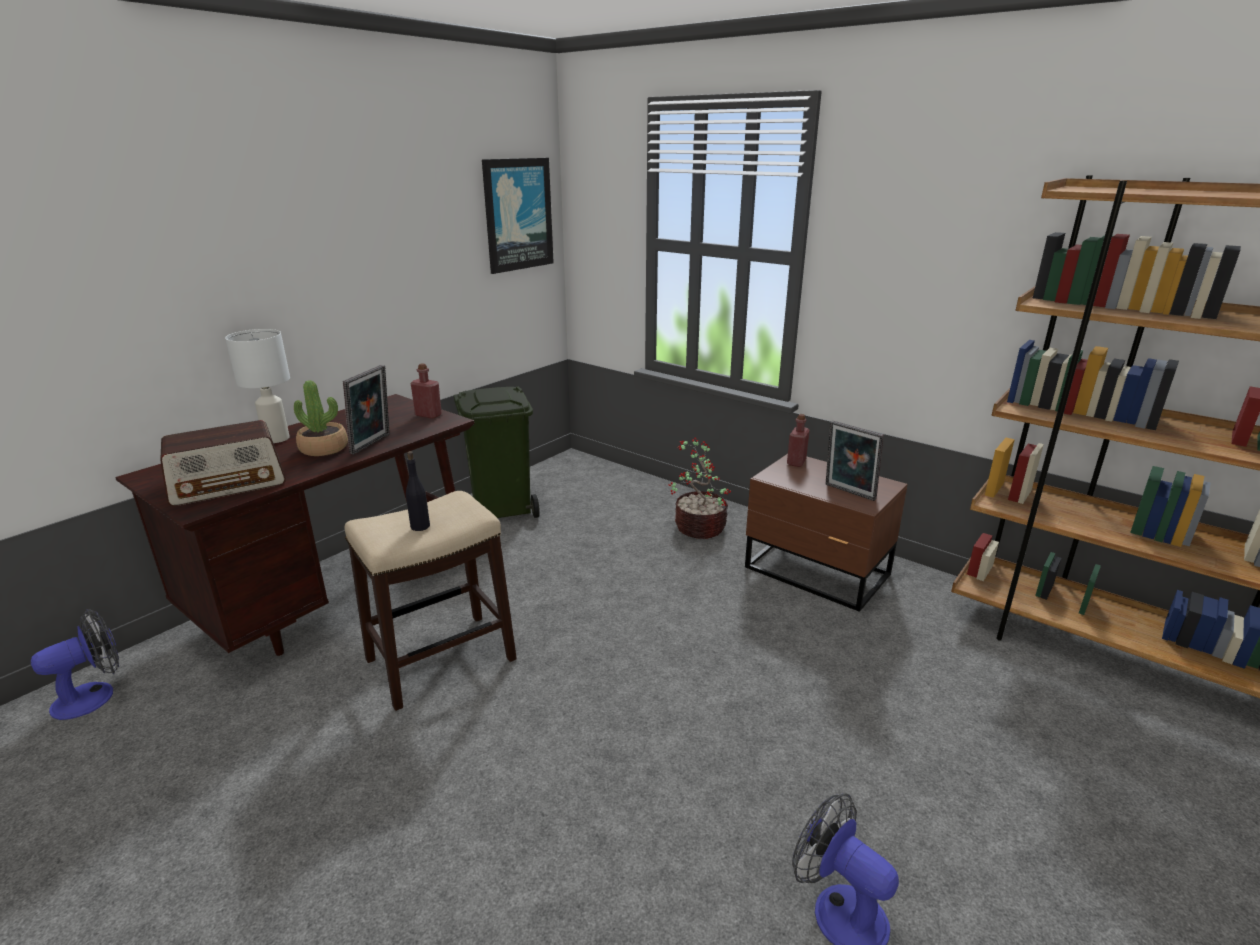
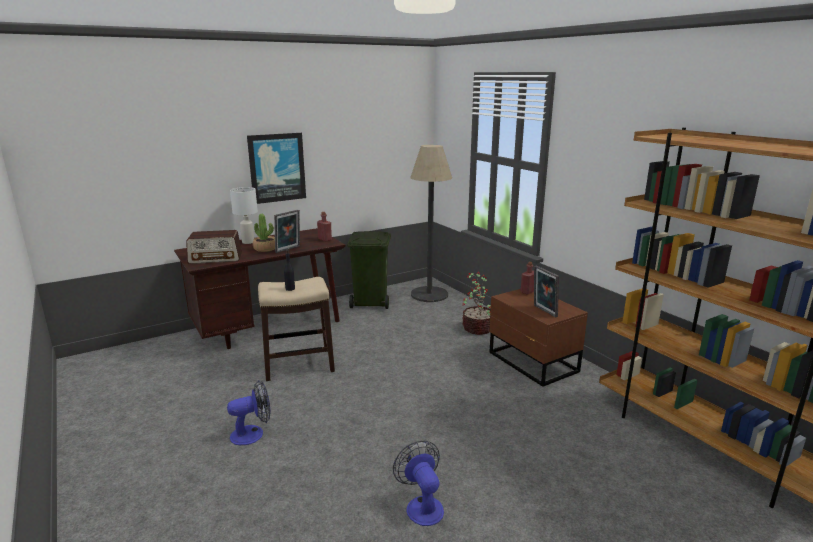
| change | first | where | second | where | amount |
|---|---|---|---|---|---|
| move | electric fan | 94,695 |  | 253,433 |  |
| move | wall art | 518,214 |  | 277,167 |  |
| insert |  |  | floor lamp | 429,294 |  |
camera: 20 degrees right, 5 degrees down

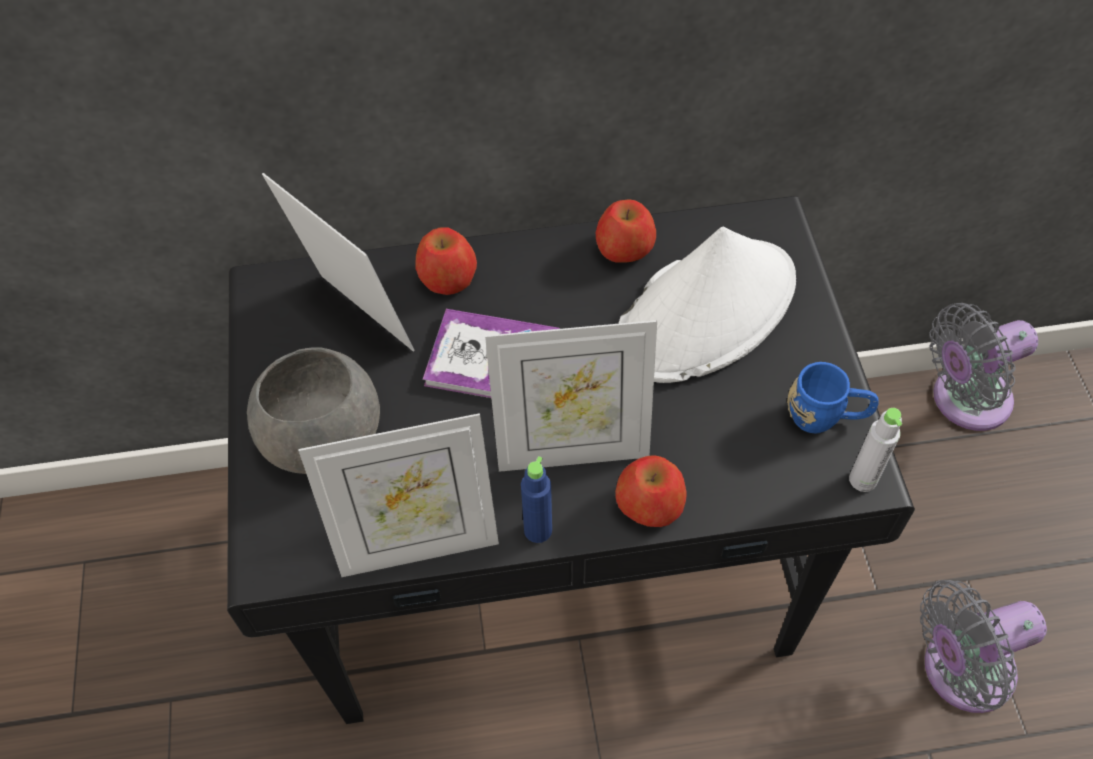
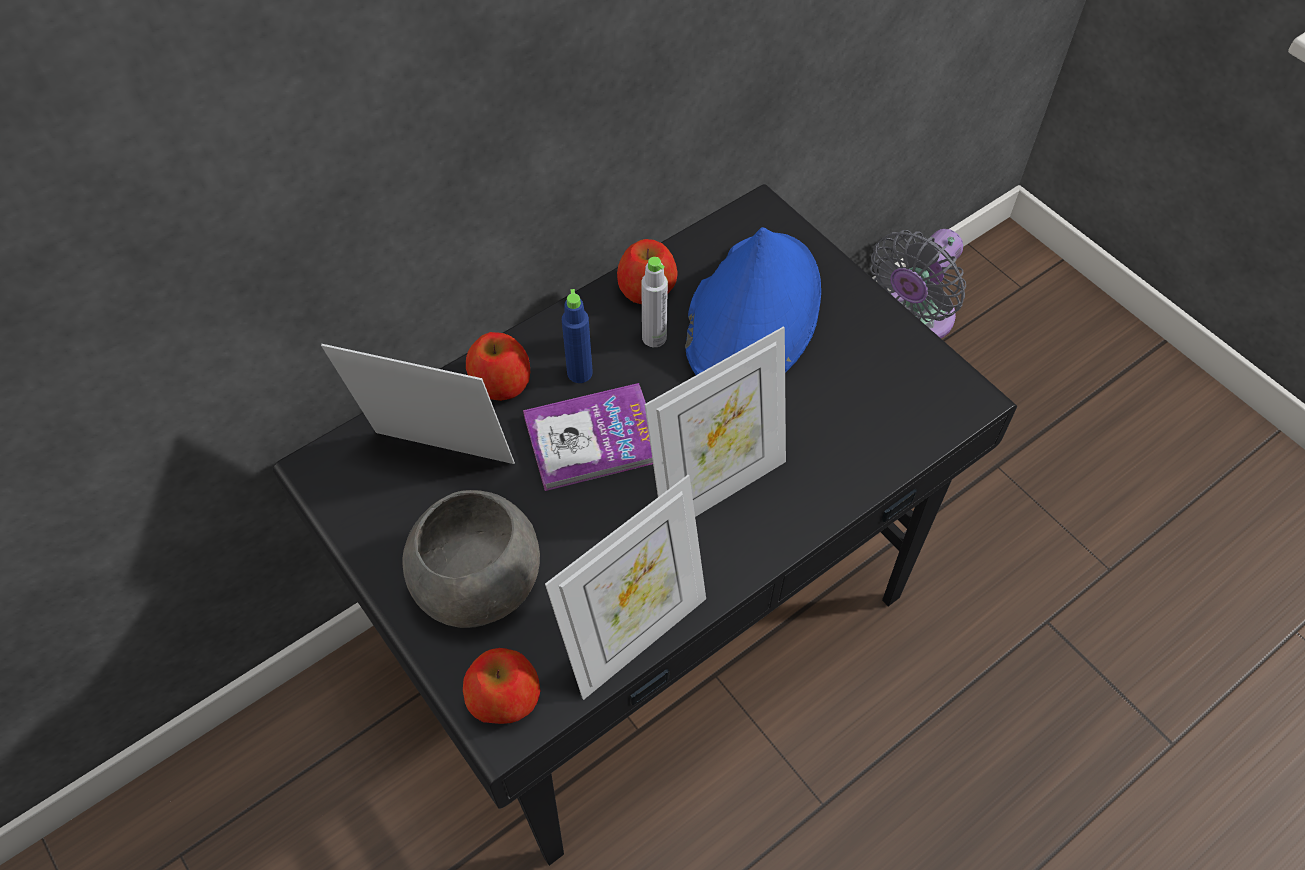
| change | first | where | second | where | amount |
|---|---|---|---|---|---|
| move | beverage bottle (bluish) | 538,530 |  | 579,373 |  |
| move | apple | 649,504 |  | 504,697 |  |
| recolor | clothing hat (whitish) | 707,311 | clothing hat (bluish) | 753,314 |  |
| delete | tea mug (bluish) | 826,417 |  |  |  |
| move | beverage bottle (grey) | 862,479 |  | 654,337 |  |
| delete | electric fan (grey) | 959,671 |  |  |  |
camera: 30 degrees left, 0 degrees up

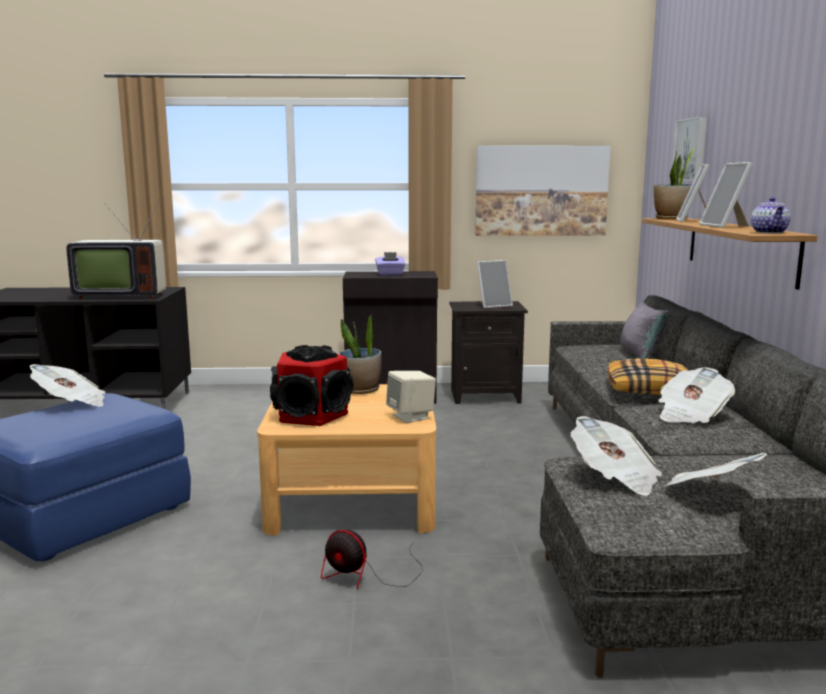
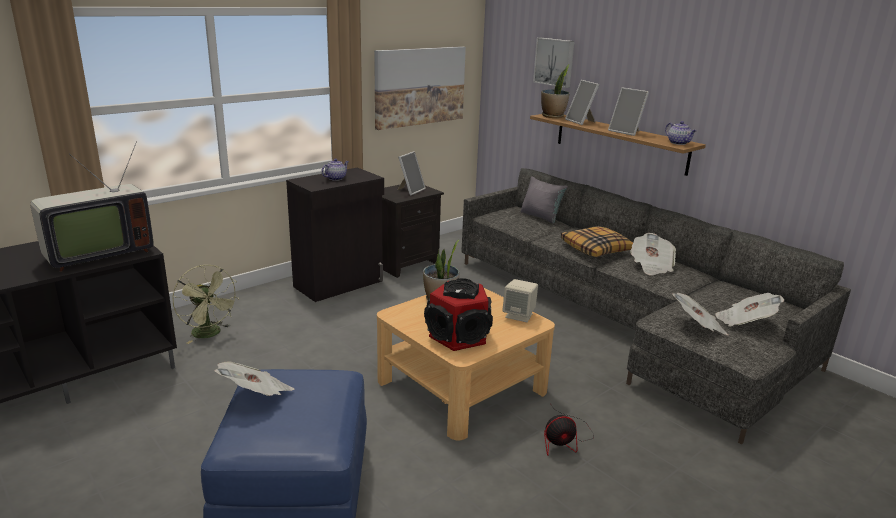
| change | first | where | second | where | amount |
|---|---|---|---|---|---|
| replace | tissue holder (purplish) | 390,274 | pot for tea | 336,178 |  |
| insert |  |  | electric fan (green-coloured) | 210,334 |  |
camera: 40 degrees left, 10 degrees up

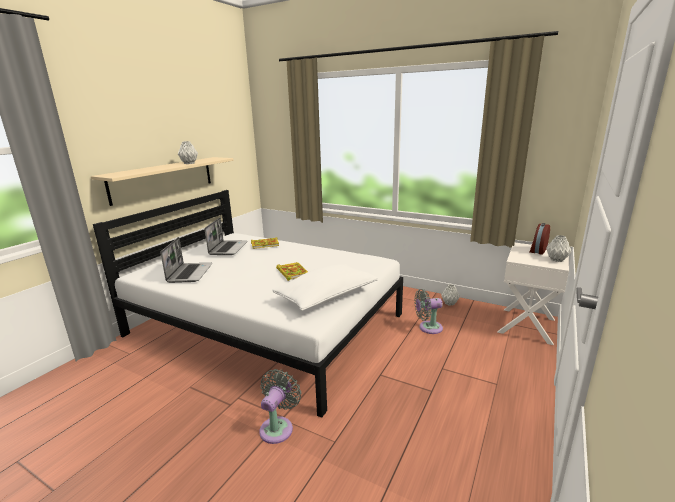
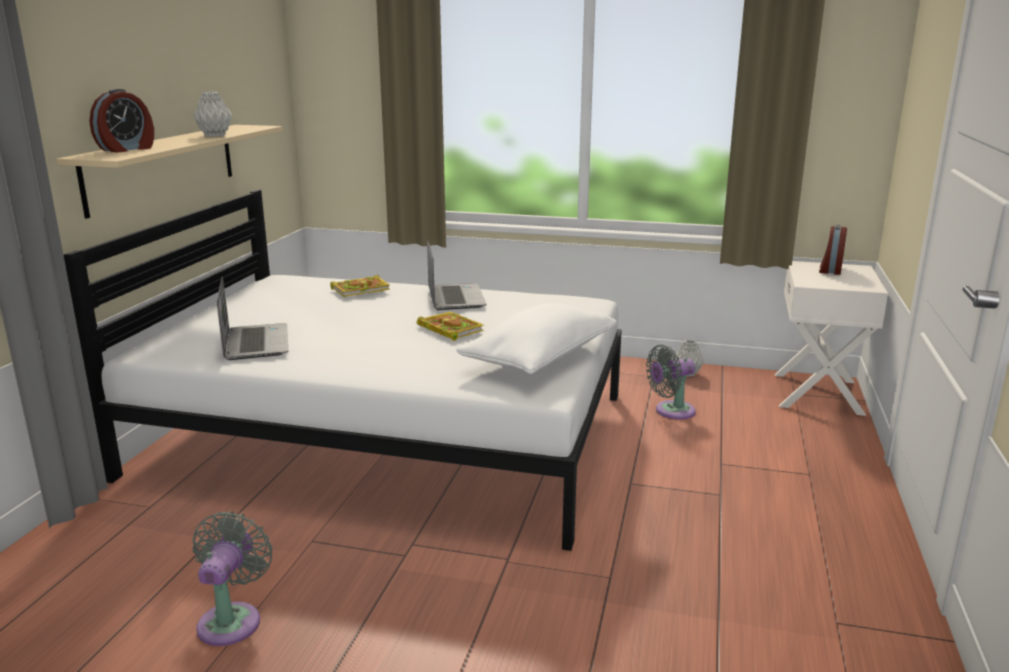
| change | first | where | second | where | amount |
|---|---|---|---|---|---|
| move | portable computer | 228,248 |  | 454,298 |  |
| move | electric fan (grey) | 278,427 |  | 232,619 |  |
| delete | vase (grey) | 557,260 |  |  |  |
| insert |  |  | table clock | 127,149 |  |
camera: 15 degrees left, 0 degrees up

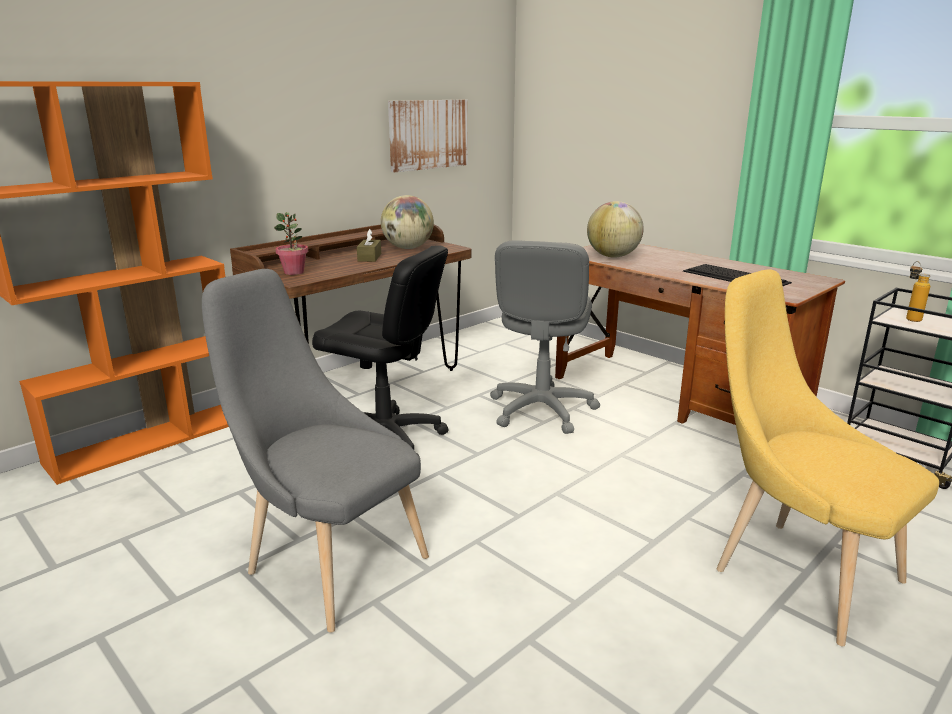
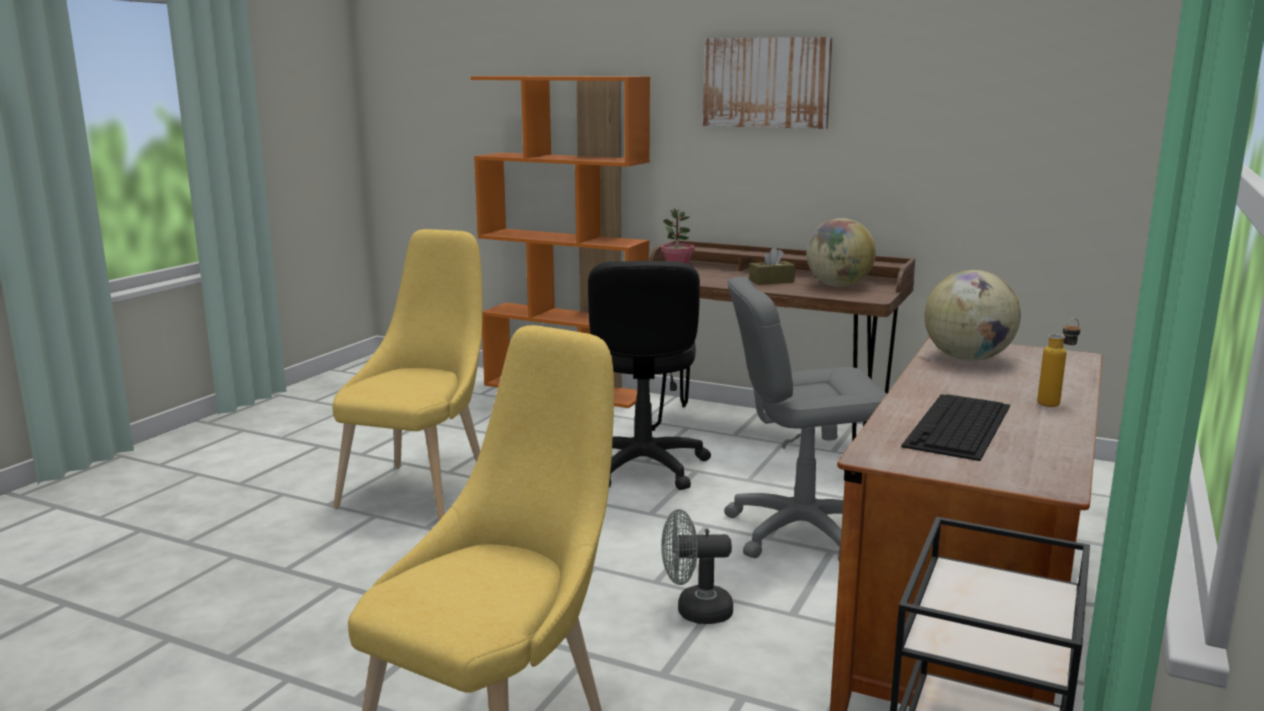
| change | first | where | second | where | amount |
|---|---|---|---|---|---|
| recolor | chair (grey) | 328,562 | chair (yellow-coloured) | 421,489 |  |
| move | wall art | 428,134 |  | 766,83 |  |
| move | beverage bottle | 909,318 |  | 1054,402 |  |
| insert |  |  | electric fan (grey) | 695,611 |  |
camera: 70 degrees right, 5 degrees down

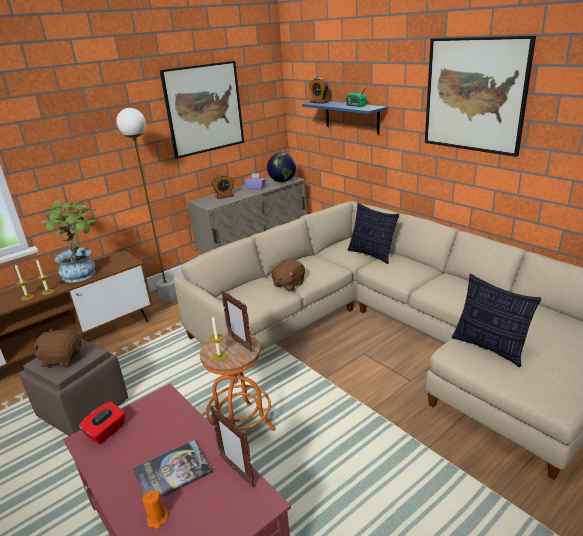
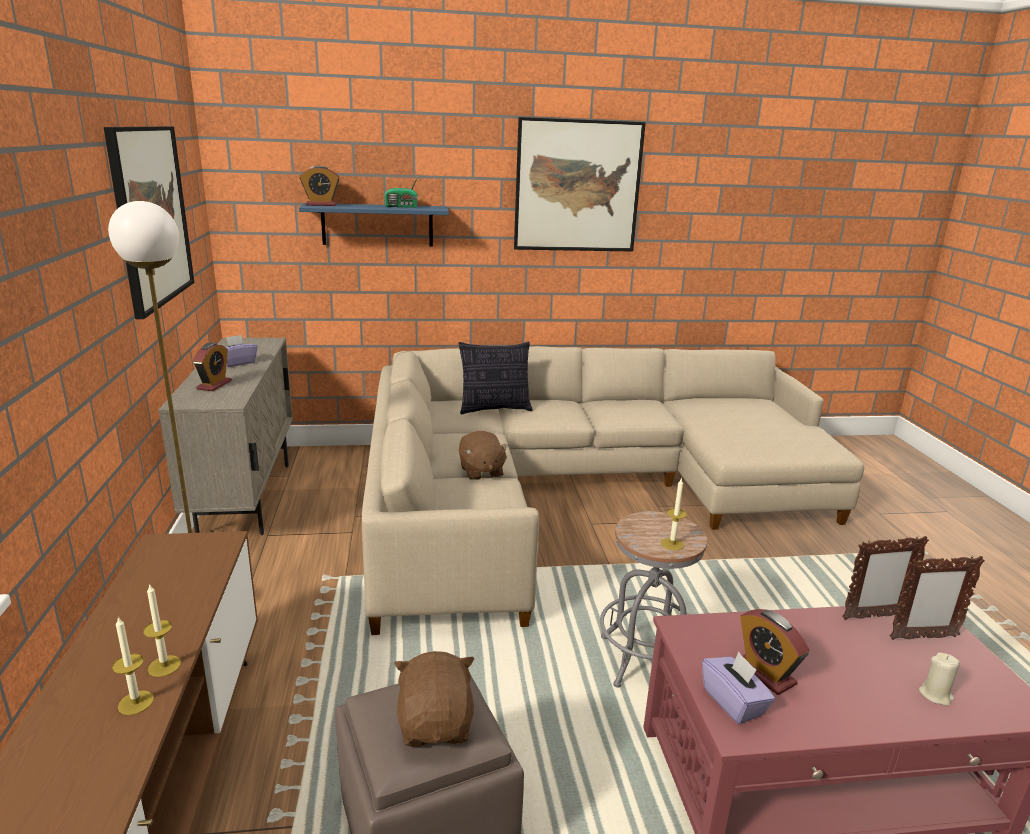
| change | first | where | second | where | amount |
|---|---|---|---|---|---|
| rotate | cuddly toy (brownish) | 61,359 |  | 436,724 | 135 degrees clockwise |
| delete | plant in a pot | 84,274 |  |  |  |
| recolor | tissue holder (reddish) | 106,431 | tissue holder (purplish) | 734,702 |  |
| delete | volume | 172,471 |  |  |  |
| recolor | candle (orange-coloured) | 157,518 | candle (beige) | 935,695 |  |
| recolor | stool seat (orange-coloured) | 241,427 | stool seat (grey) | 644,660 |  |
| move | standing frame | 240,343 |  | 922,637 |  |
| delete | world globe | 282,181 |  |  |  |
| delete | cushion | 489,347 |  |  |  |
| insert |  |  | table clock | 765,673 |  |
camera: 60 degrees left, 5 degrees down

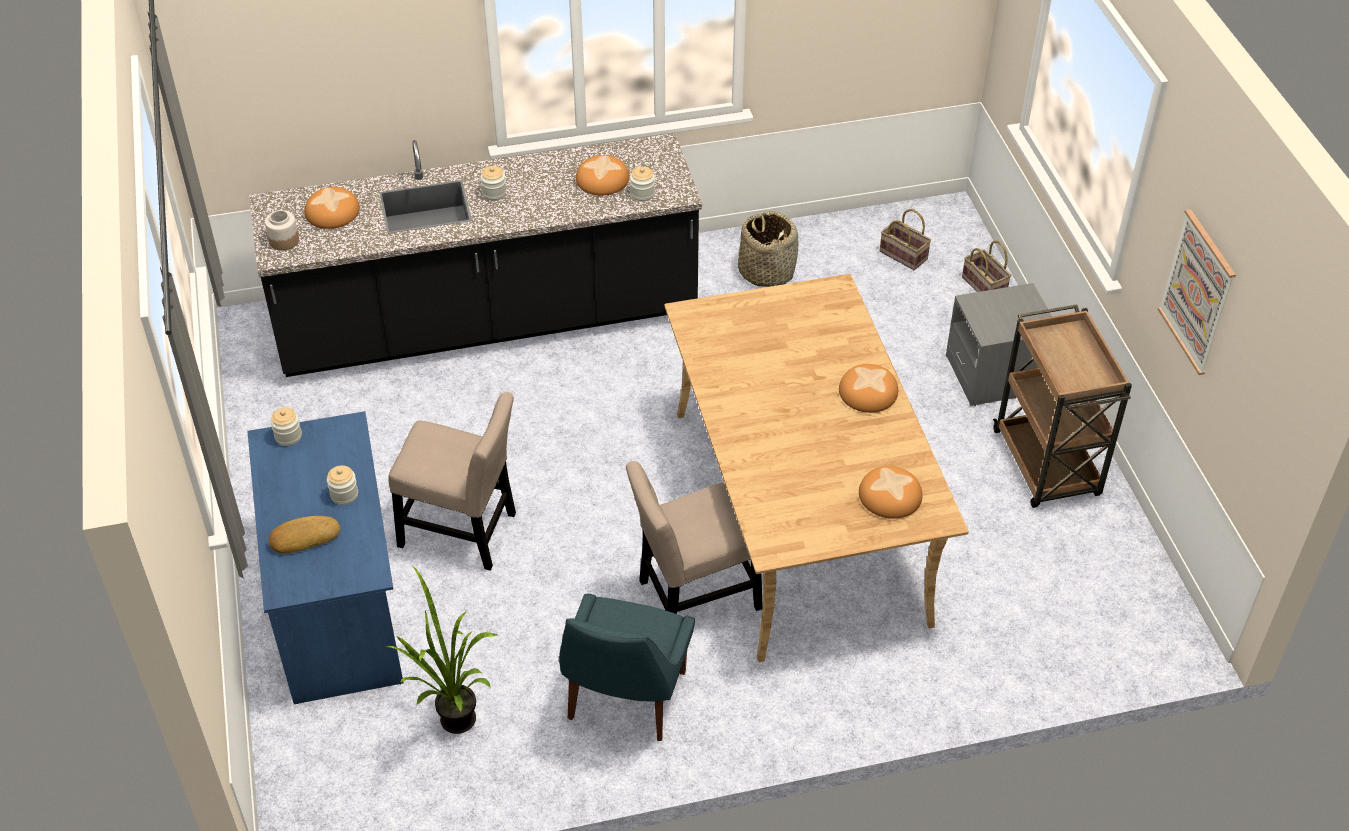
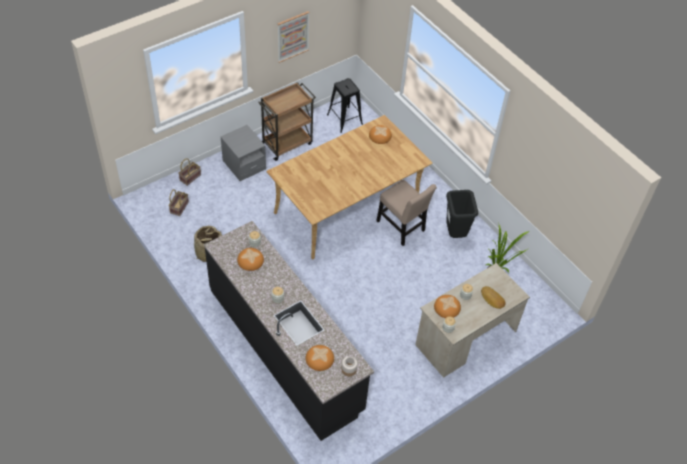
| change | first | where | second | where | amount |
|---|---|---|---|---|---|
| recolor | desk (bluish) | 337,602 | desk (beige) | 465,338 |  |
| delete | chair (beige) | 463,532 |  |  |  |
| replace | chair (bluish) | 625,699 | waste bin (black-coloured) | 455,234 |  |
| move | bakery bread | 867,391 |  | 447,308 |  |
| insert |  |  | stool seat (black-coloured) | 344,119 |  |
camera: 115 degrees left, 5 degrees up

